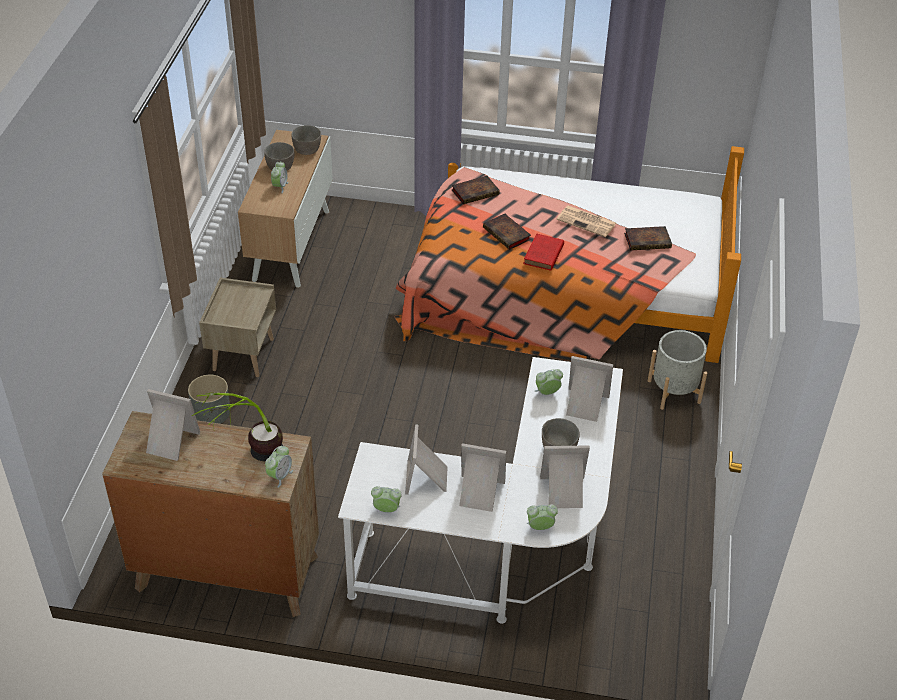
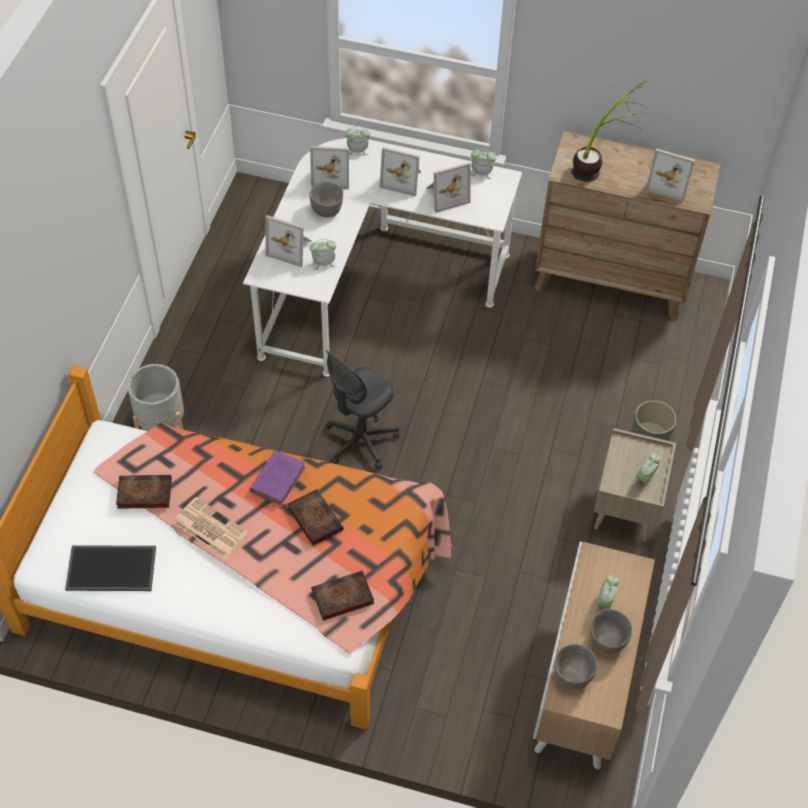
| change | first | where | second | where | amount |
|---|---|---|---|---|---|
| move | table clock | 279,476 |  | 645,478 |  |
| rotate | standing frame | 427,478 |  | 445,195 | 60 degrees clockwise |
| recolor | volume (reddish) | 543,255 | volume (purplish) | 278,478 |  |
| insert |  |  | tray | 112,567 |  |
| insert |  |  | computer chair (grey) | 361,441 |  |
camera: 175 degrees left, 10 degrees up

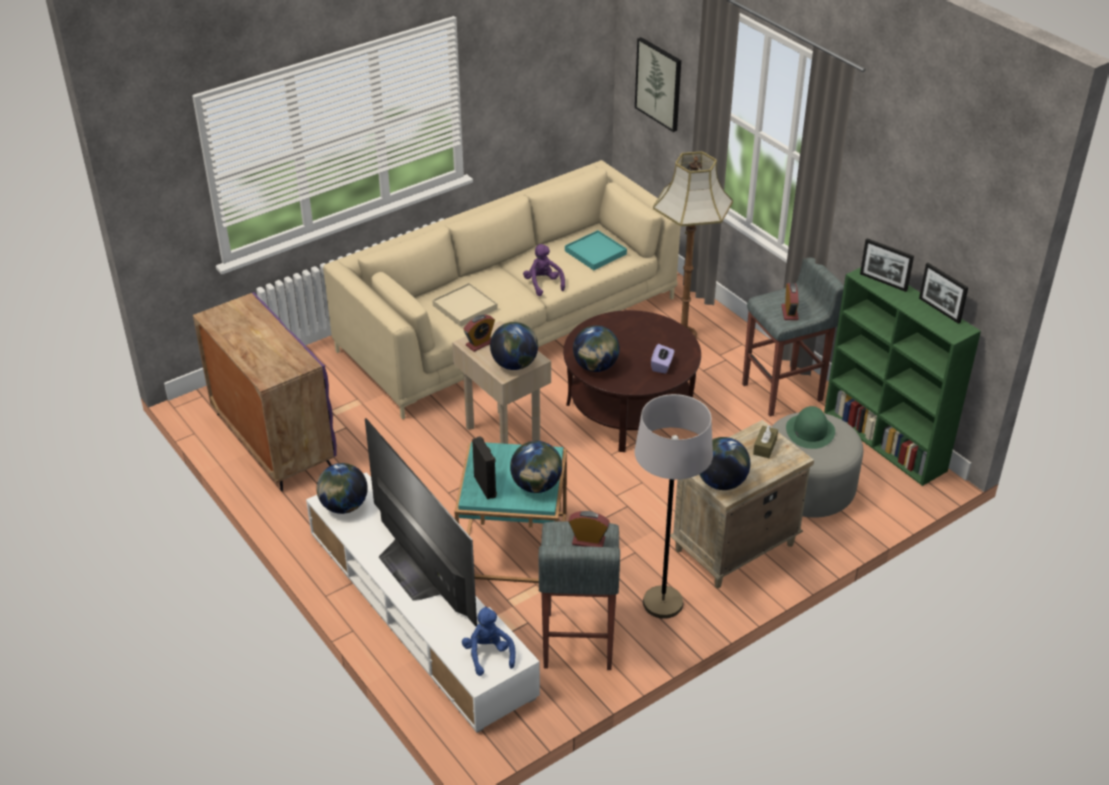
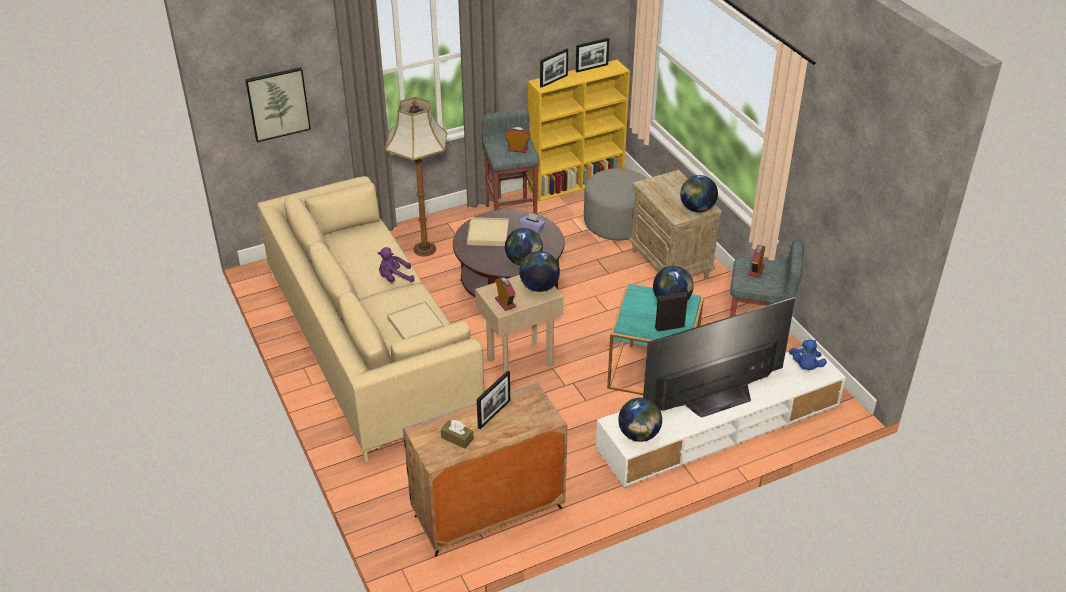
| change | first | where | second | where | amount |
|---|---|---|---|---|---|
| recolor | cupboard (purplish) | 273,440 | cupboard (grey) | 487,512 |  |
| rotate | cuddly toy (bluish) | 488,654 |  | 805,366 | 75 degrees counterclockwise |
| delete | tray (turquoise-coloured) | 595,252 |  |  |  |
| delete | floor lamp (grey) | 663,603 |  |  |  |
| move | tissue holder (brownish) | 765,447 |  | 457,438 |  |
| delete | clothing hat (green-coloured) | 810,431 |  |  |  |
| recolor | bookcase (green-coloured) | 885,442 | bookcase (yellow-coloured) | 577,183 |  |
| insert |  |  | tray (beige) | 488,234 |  |
| insert |  |  | standing frame | 494,414 |  |
camera: 80 degrees left, 0 degrees up

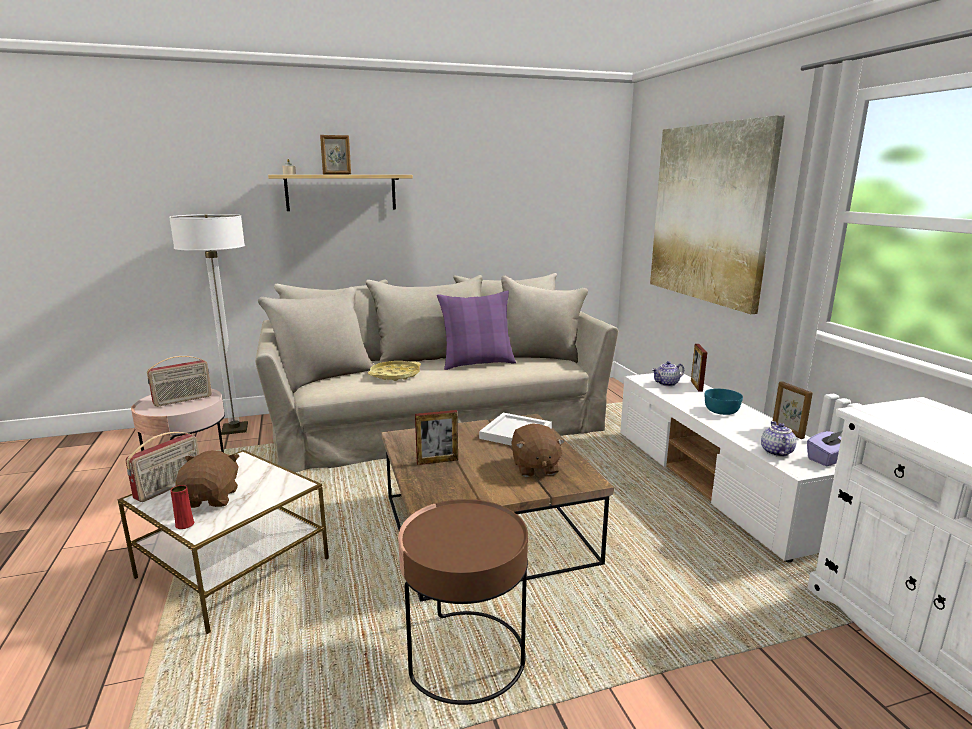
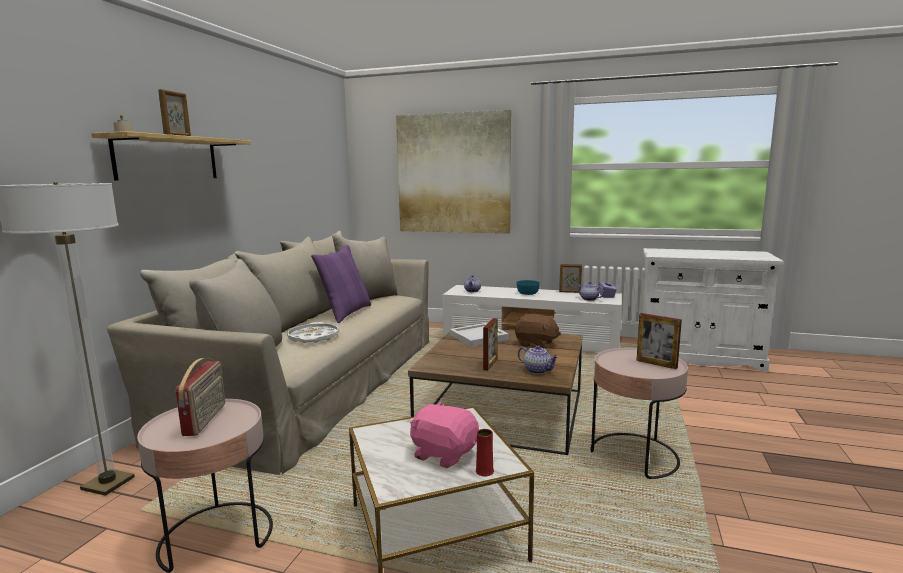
| change | first | where | second | where | amount |
|---|---|---|---|---|---|
| delete | radio set | 170,487 |  |  |  |
| recolor | cuddly toy (brownish) | 211,498 | cuddly toy (pink) | 444,454 |  |
| recolor | tray (yellow-coloured) | 395,375 | tray (whitish) | 313,337 |  |
| recolor | side table (brownish) | 465,656 | side table (pink) | 634,455 |  |
| move | standing frame | 696,386 |  | 656,364 |  |
| insert |  |  | pot for tea | 538,370 |  |
camera: 55 degrees left, 5 degrees down

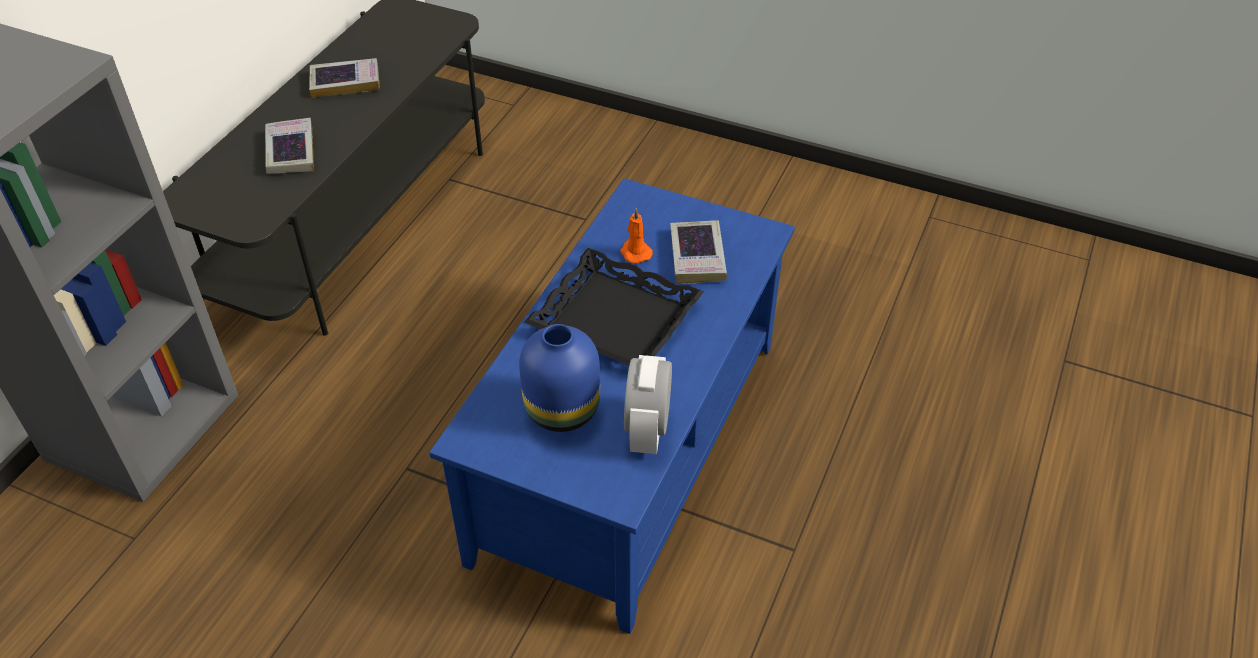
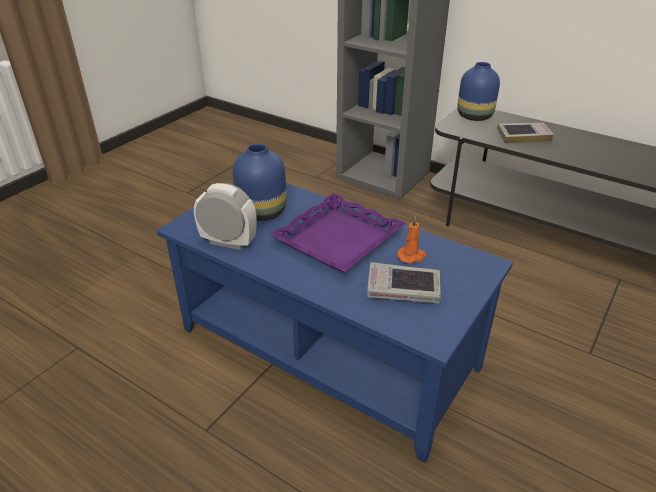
| change | first | where | second | where | amount |
|---|---|---|---|---|---|
| delete | volume | 345,82 |  |  |  |
| recolor | tray (black-coloured) | 616,318 | tray (purplish) | 338,240 |  |
| insert |  |  | vase (bluish) | 473,116 |  |
camera: 100 degrees right, 10 degrees down

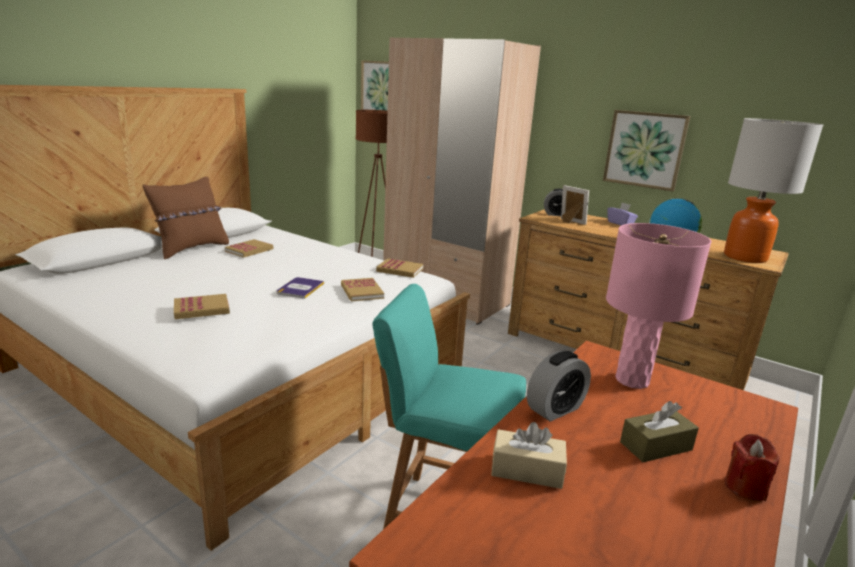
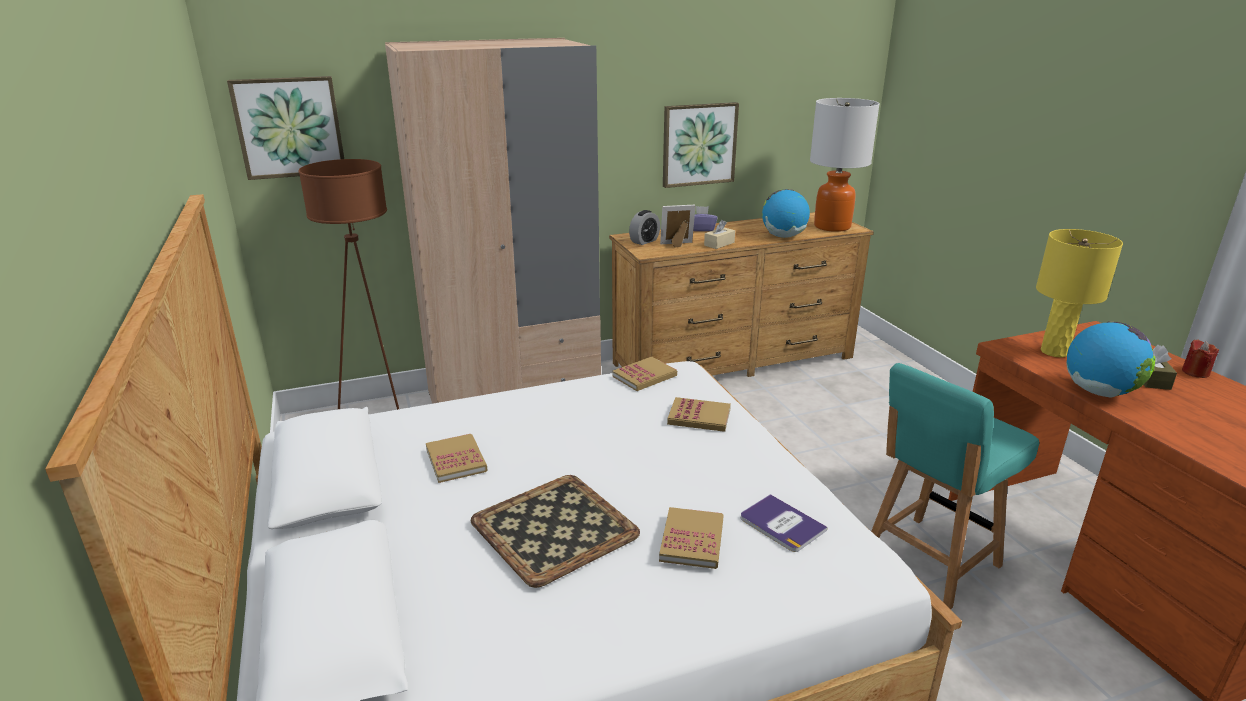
| change | first | where | second | where | amount |
|---|---|---|---|---|---|
| delete | cushion (brownish) | 191,249 |  |  |  |
| move | volume | 300,288 |  | 781,524 |  |
| move | tissue holder (beige) | 527,470 |  | 719,244 |  |
| replace | table clock | 555,409 | world globe | 1099,392 |  |
| recolor | lamp for a table (pink) | 631,380 | lamp for a table (yellow-coloured) | 1054,352 |  |
| insert |  |  | tray | 554,527 |  |
camera: 55 degrees left, 5 degrees up

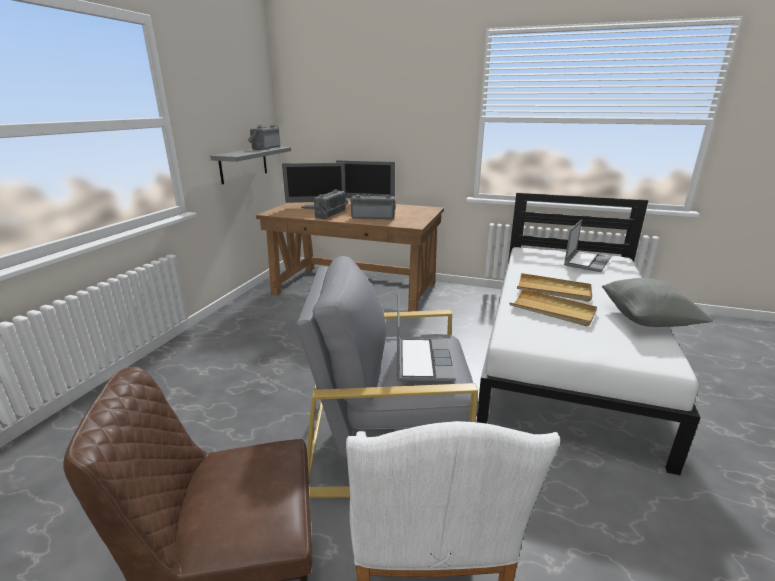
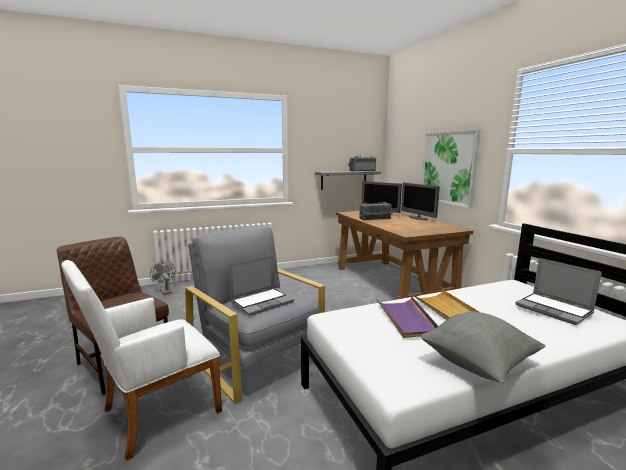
| change | first | where | second | where | amount |
|---|---|---|---|---|---|
| delete | radio set | 373,217 |  |  |  |
| recolor | tray (beige) | 552,310 | tray (purplish) | 407,319 |  |
| rotate | portable computer | 586,262 |  | 554,309 | 60 degrees clockwise |
| insert |  |  | electric fan (grey) | 165,291 |  |
| insert |  |  | wall art | 448,168 |  |
camera: 50 degrees right, 10 degrees down

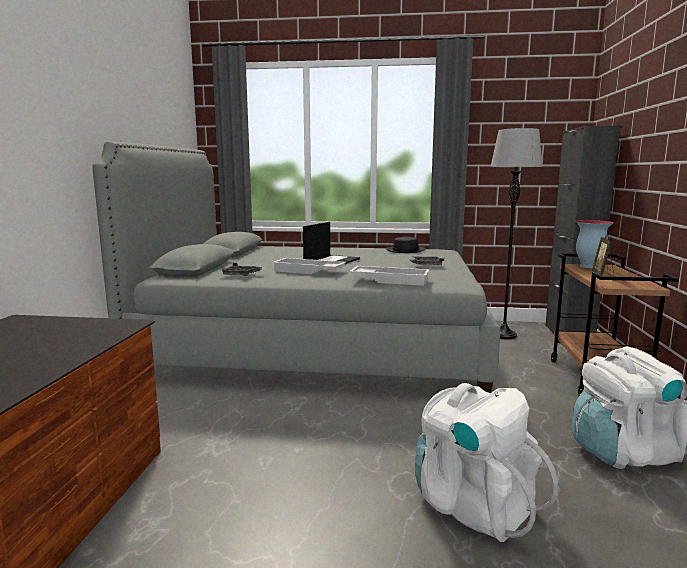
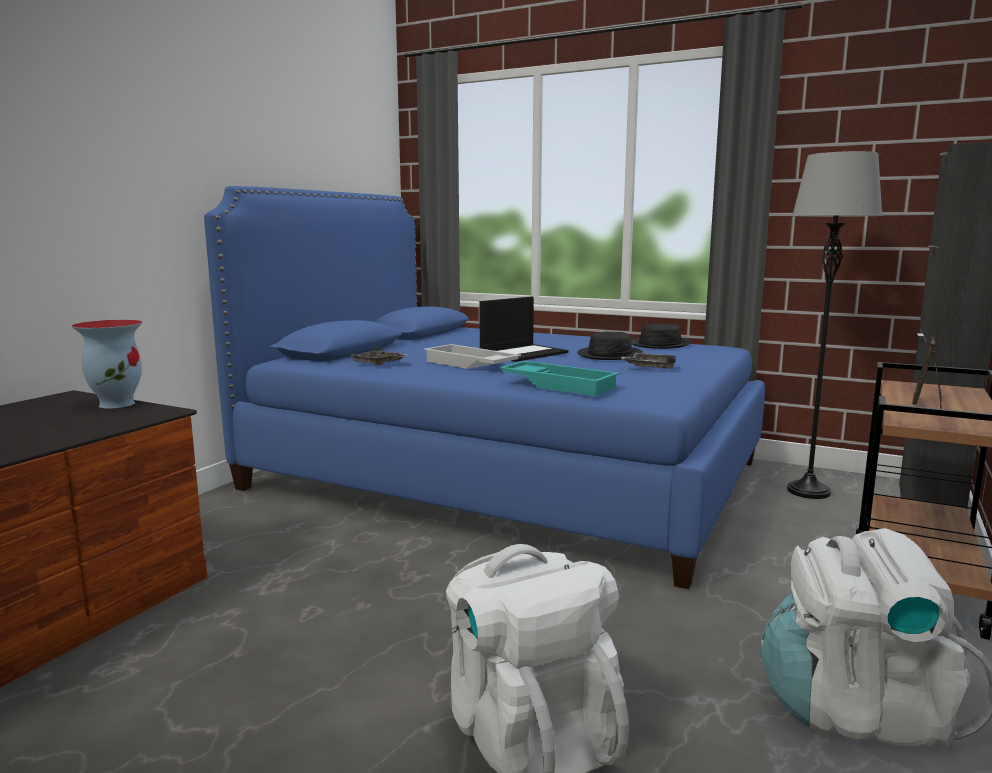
| change | first | where | second | where | amount |
|---|---|---|---|---|---|
| recolor | bed (grey) | 317,347 | bed (bluish) | 504,475 |  |
| recolor | tray (whitish) | 390,280 | tray (turquoise-coloured) | 559,385 |  |
| move | vase | 588,266 |  | 117,404 |  |
| insert |  |  | clothing hat (black-coloured) | 610,355 |  |
camera: 20 degrees right, 0 degrees up

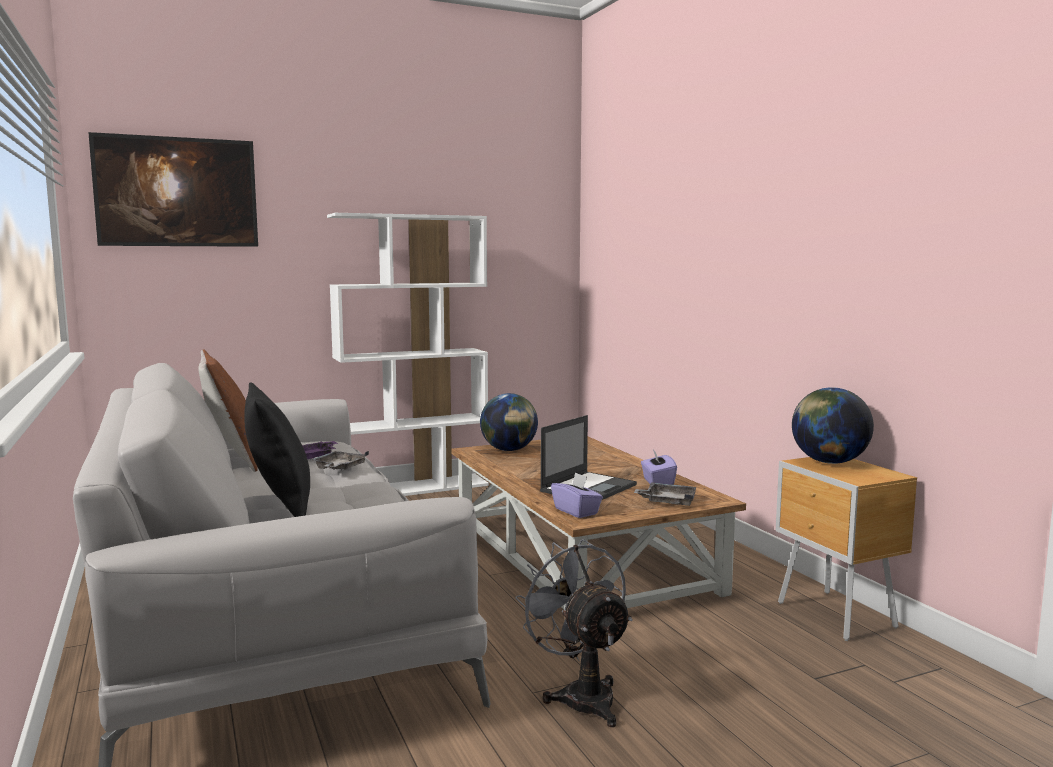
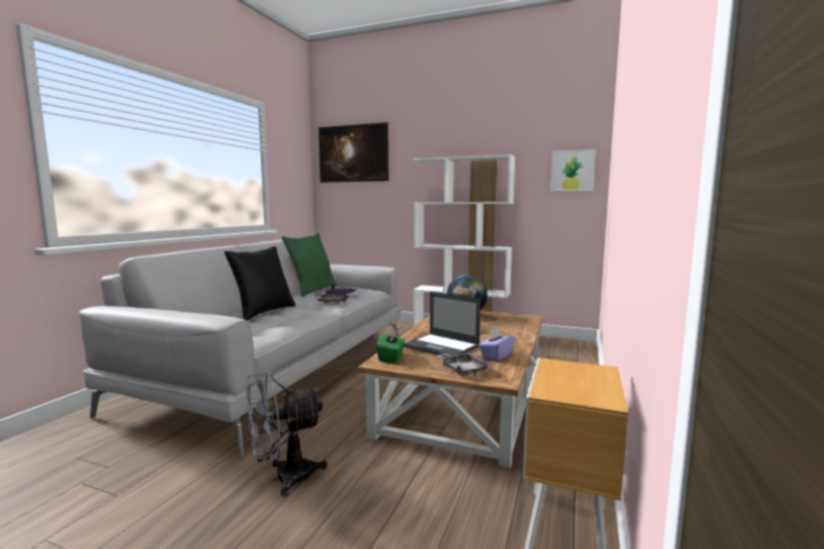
| change | first | where | second | where | amount |
|---|---|---|---|---|---|
| recolor | cushion (brownish) | 231,460 | cushion (green-coloured) | 311,290 |  |
| rotate | electric fan (grey) | 581,695 |  | 284,478 | 135 degrees counterclockwise |
| rotate | portable computer | 589,487 |  | 442,346 | 45 degrees clockwise |
| recolor | tissue holder (purplish) | 576,511 | tissue holder (green-coloured) | 391,357 |  |
| delete | world globe | 829,462 |  |  |  |
| insert |  |  | wall art | 572,170 |  |
camera: 45 degrees right, 0 degrees up

